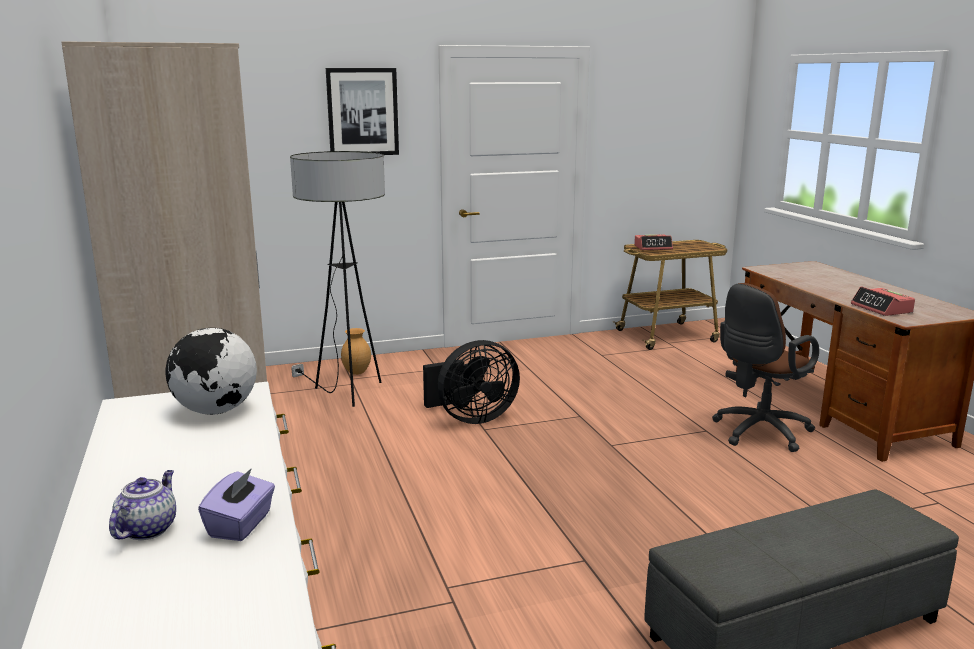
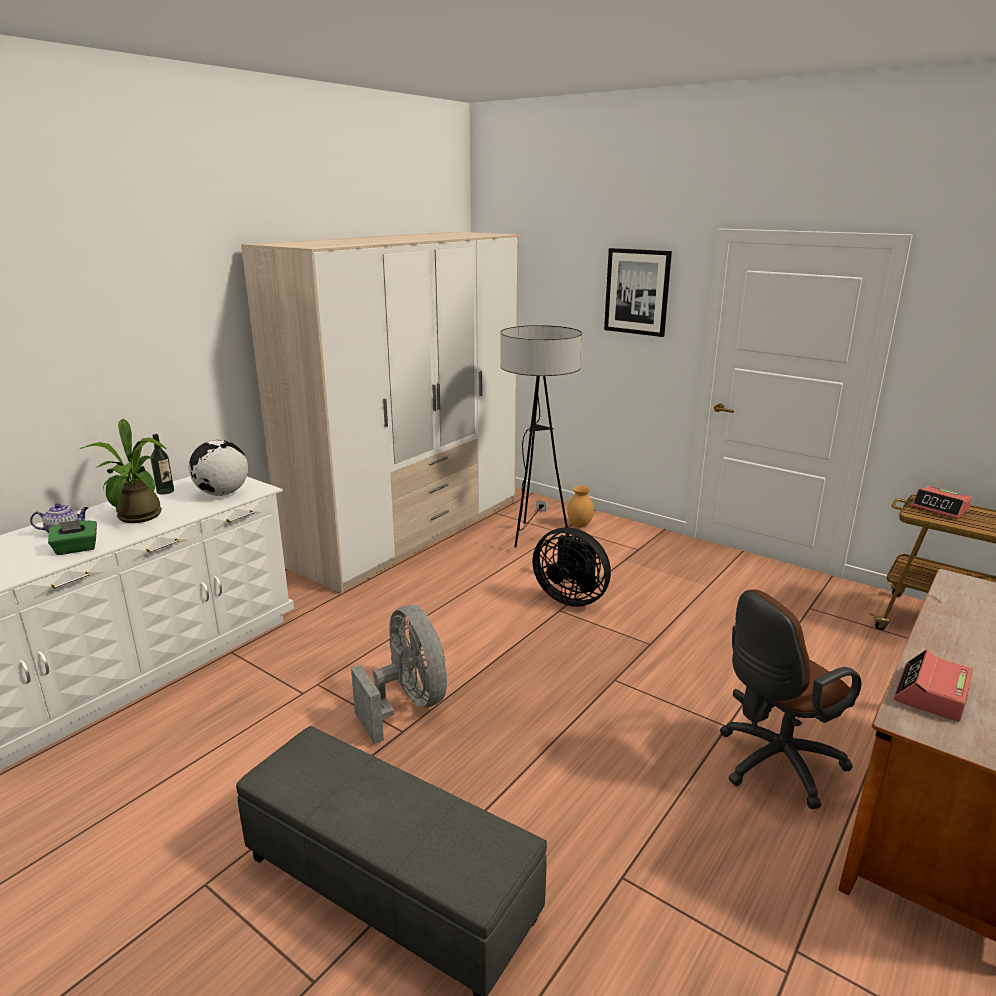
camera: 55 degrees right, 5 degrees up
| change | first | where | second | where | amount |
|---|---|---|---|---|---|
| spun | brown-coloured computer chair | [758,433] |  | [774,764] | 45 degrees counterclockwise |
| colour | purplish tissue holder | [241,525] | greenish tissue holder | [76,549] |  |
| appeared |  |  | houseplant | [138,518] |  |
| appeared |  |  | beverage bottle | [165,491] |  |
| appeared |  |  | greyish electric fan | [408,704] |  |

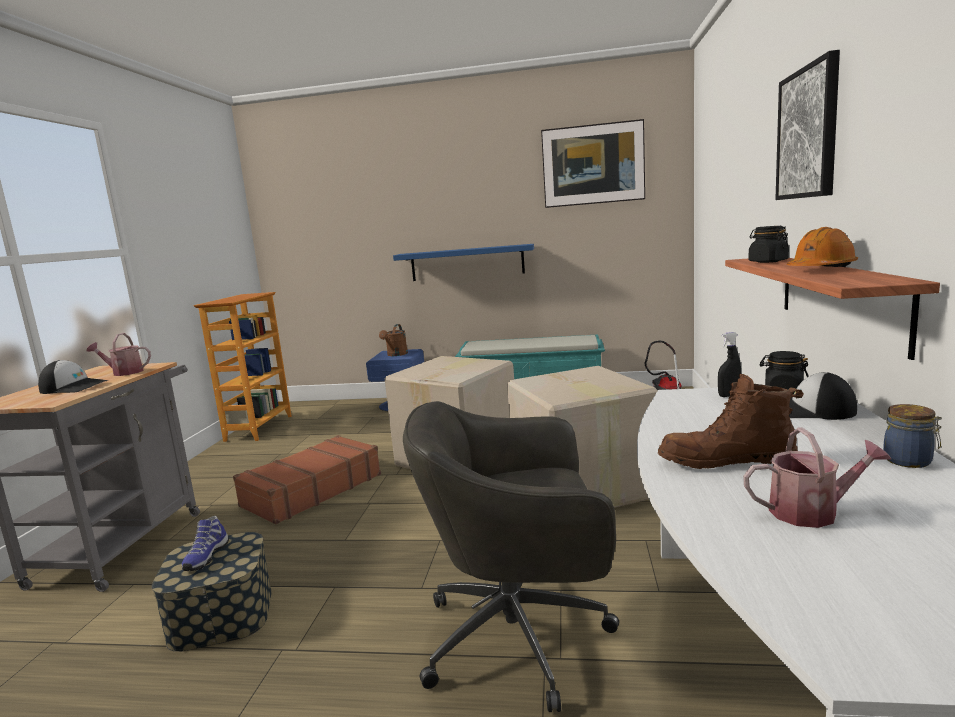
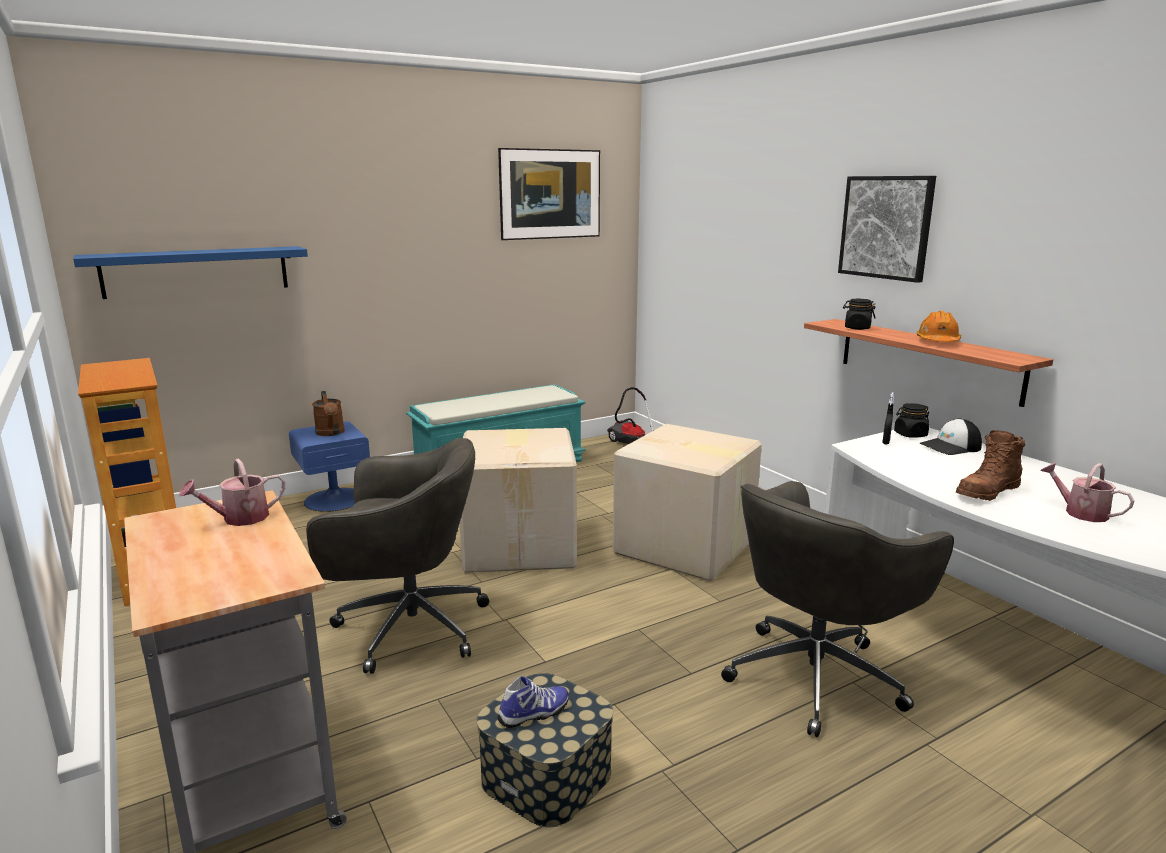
camera: 40 degrees left, 5 degrees up
| change | first | where | second | where | amount |
|---|---|---|---|---|---|
| relocated | blue wall shelf | [467,263] |  | [196,271] |  |
| missing | peaked cap | [74,387] |  |  |  |
| missing | jar | [909,461] |  |  |  |
| spun | watering can | [812,512] |  | [1080,512] | 90 degrees counterclockwise |
| exchanged | brown-coloured travel case | [311,490] | greyish computer chair | [407,627] |  |
| spun | shoe | [205,557] |  | [534,714] | 90 degrees counterclockwise |

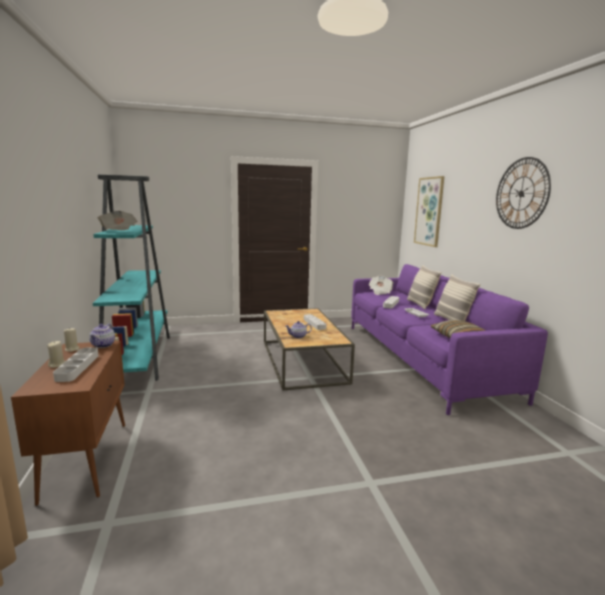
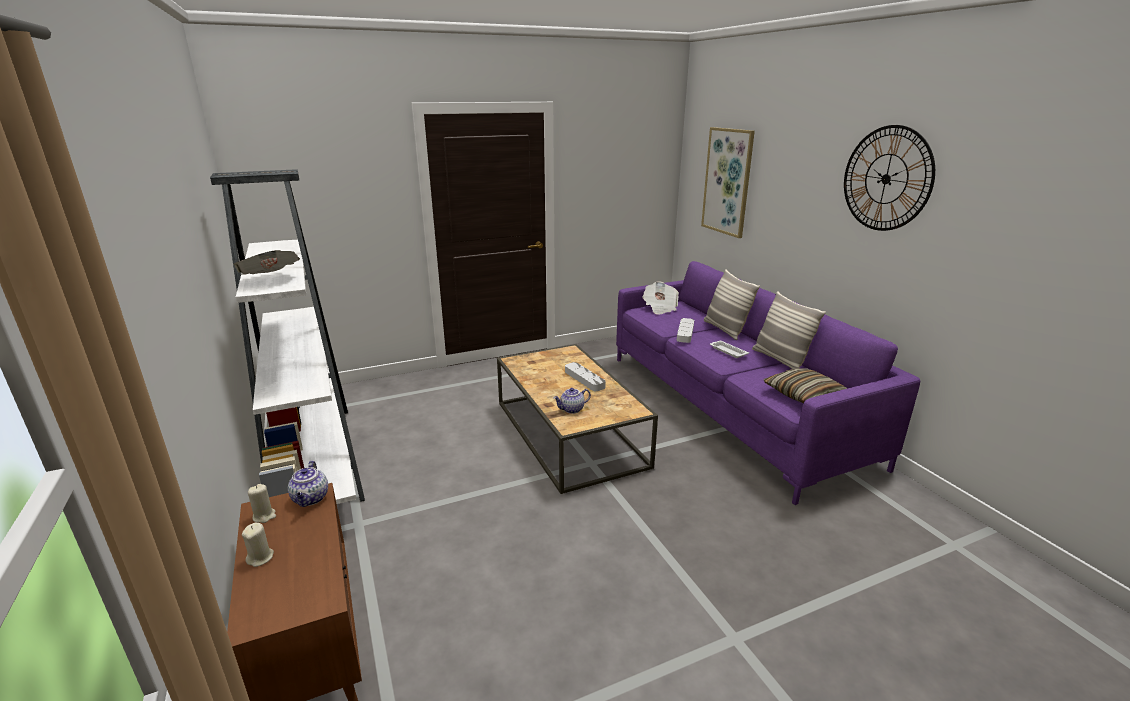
camera: 10 degrees left, 10 degrees up
| change | first | where | second | where | amount |
|---|---|---|---|---|---|
| colour | turquoise-coloured shelving unit | [138,357] | white-coloured shelving unit | [313,457] |  |
| missing | greyish tray | [78,367] |  |  |  |

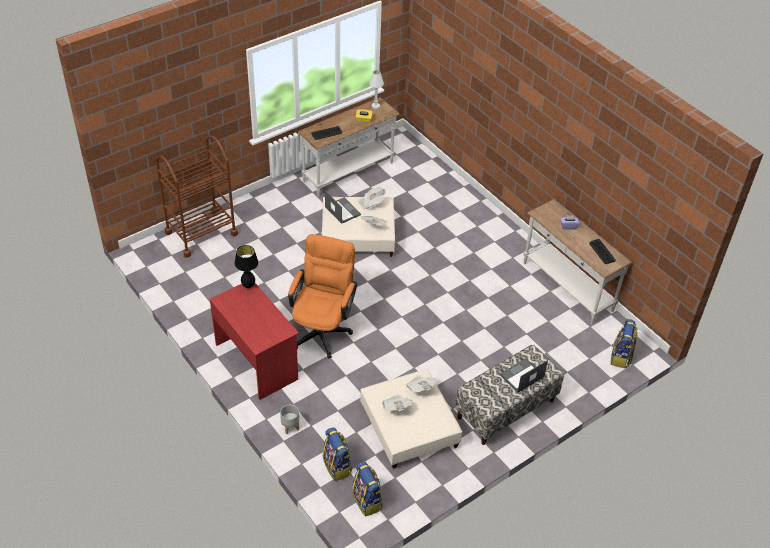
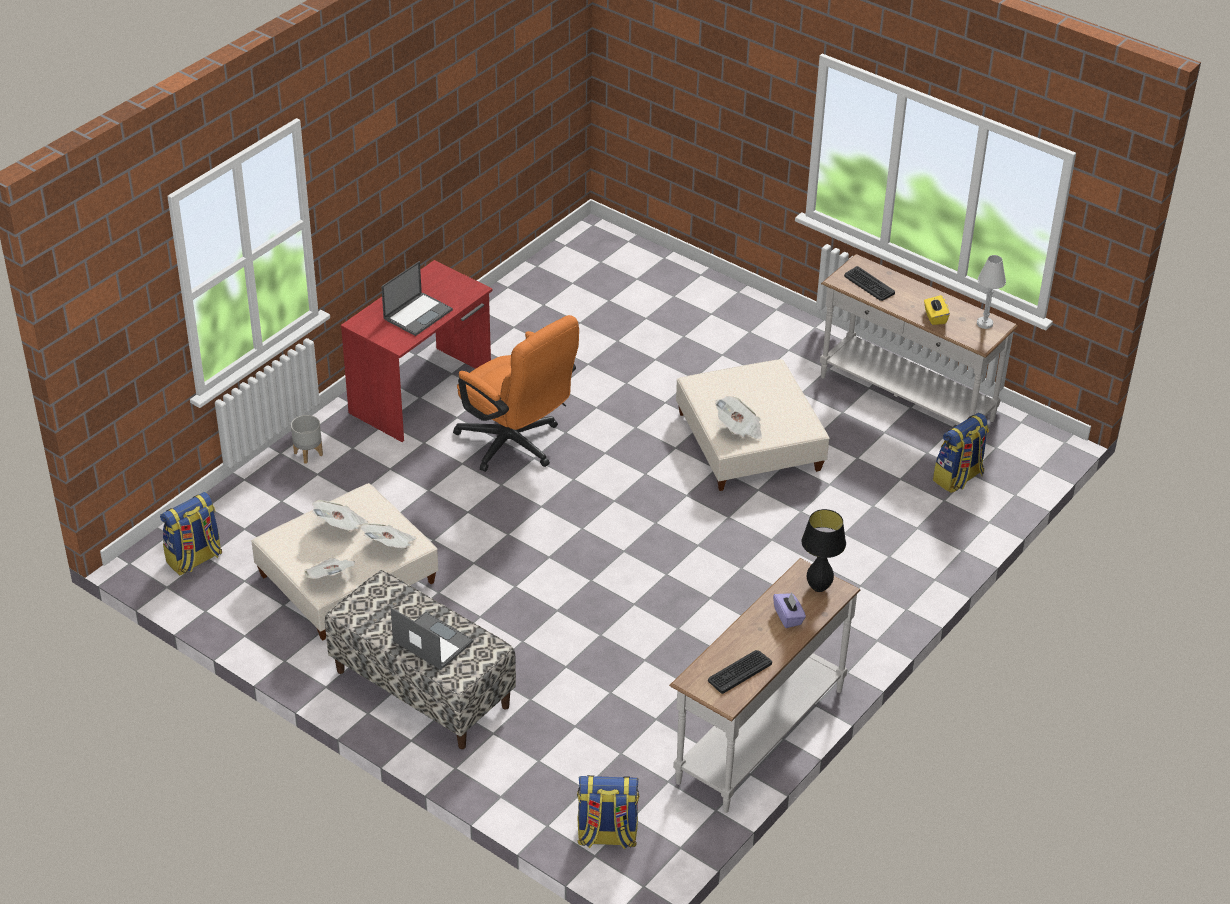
camera: 75 degrees right, 5 degrees down
| change | first | where | second | where | amount |
|---|---|---|---|---|---|
| missing | brown-coloured wheeled cart | [201,233] |  |  |  |
| relocated | printed paper | [371,203] |  | [330,578] |  |
| relocated | portable computer | [342,210] |  | [418,314] |  |
| spun | orange computer chair | [323,329] |  | [516,446] | 45 degrees clockwise |
| relocated | black-coloured lamp for a table | [248,286] |  | [819,587] |  |
| relocated | rucksack | [337,466] |  | [958,478] |  |

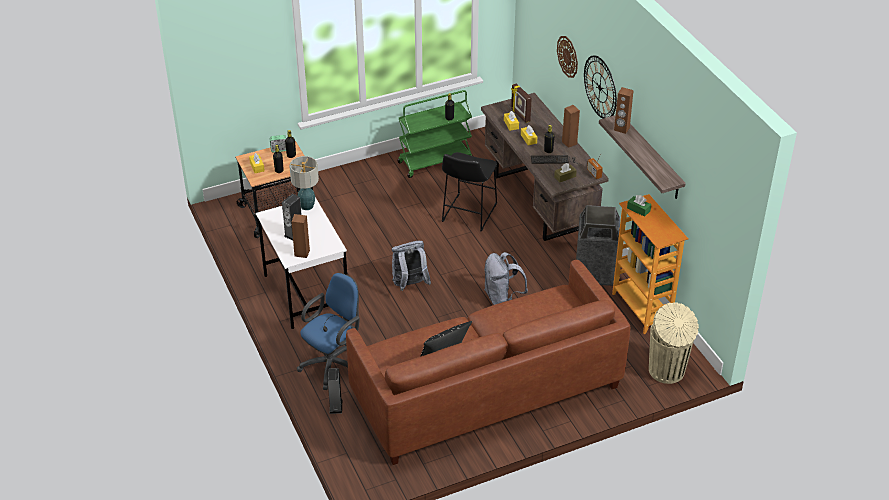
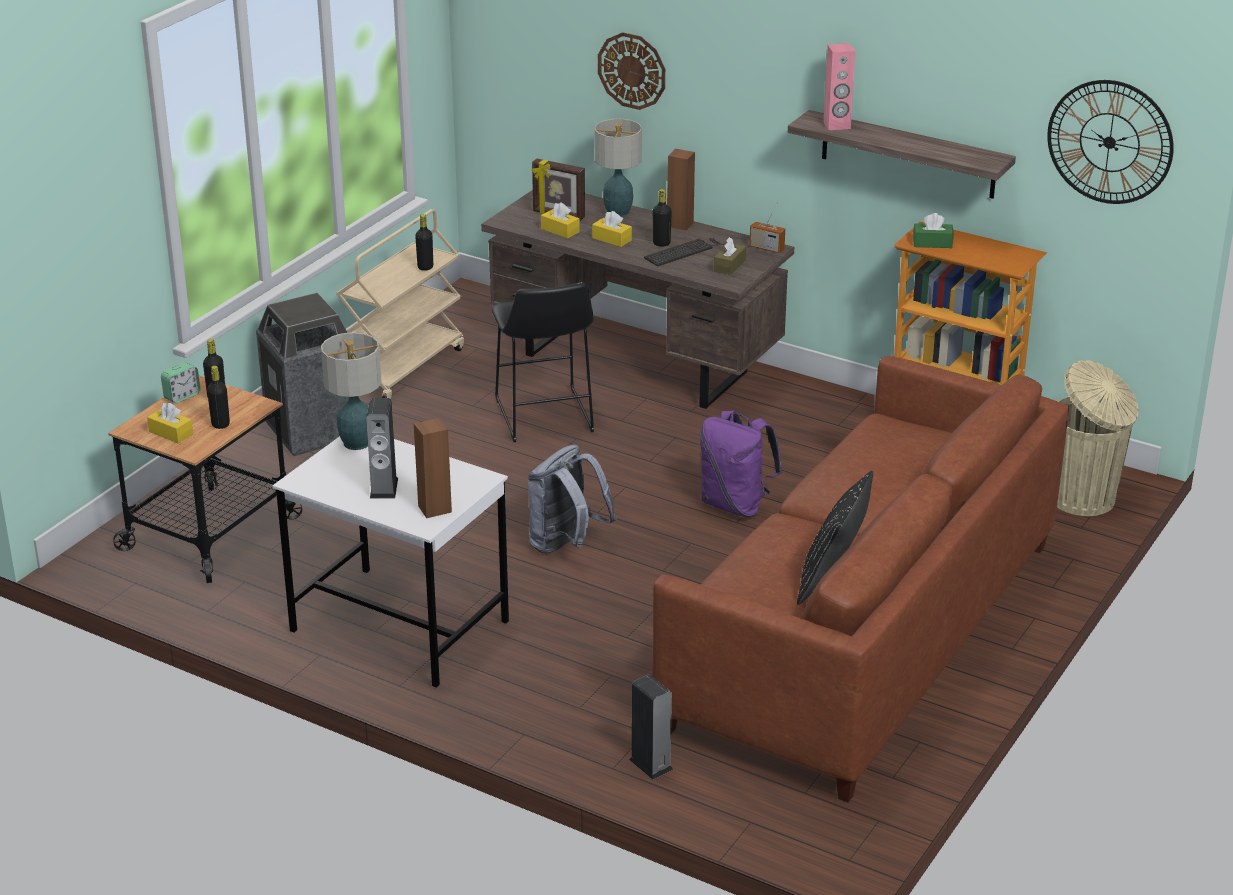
camera: 35 degrees left, 10 degrees down
| change | first | where | second | where | amount |
|---|---|---|---|---|---|
| relocated | clock on the wall | [600,87] |  | [1109,142] |  |
| colour | brown-coloured audio speaker | [621,129] | pink audio speaker | [837,125] |  |
| colour | greenish wheeled cart | [435,161] | beige-coloured wheeled cart | [403,368] |  |
| relocated | rubbish bin | [595,272] |  | [313,431] |  |
| colour | greyish rucksack | [502,298] | purplish rucksack | [736,505] |  |
| missing | blue computer chair | [333,364] |  |  |  |
| appeared |  |  | lamp for a table | [617,212] |  |

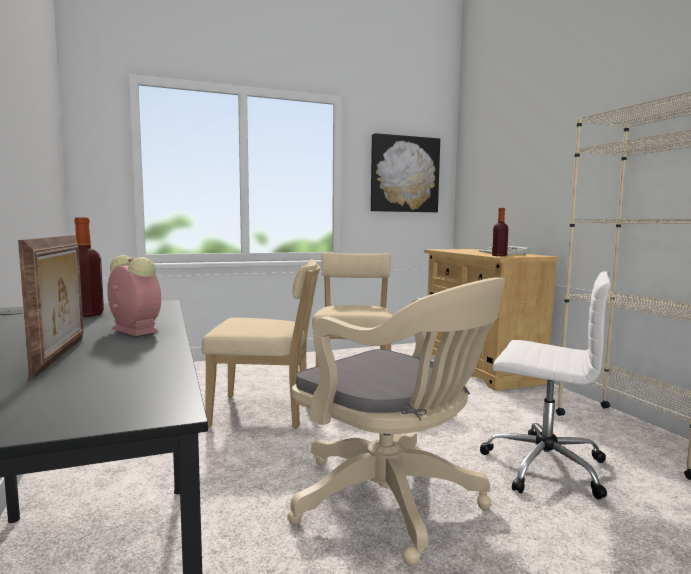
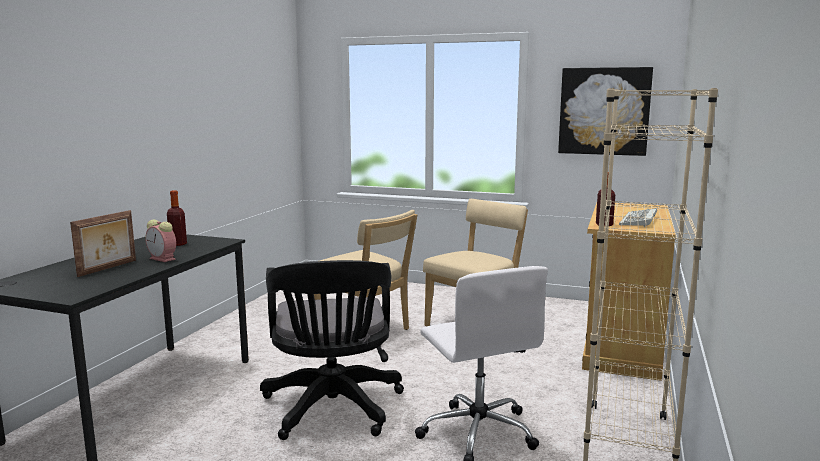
camera: 40 degrees right, 5 degrees up
| change | first | where | second | where | amount |
|---|---|---|---|---|---|
| spun | table clock | [133,330] |  | [163,259] | 135 degrees clockwise |
| colour | beige-coloured computer chair | [394,503] | black-coloured computer chair | [333,410] |  |

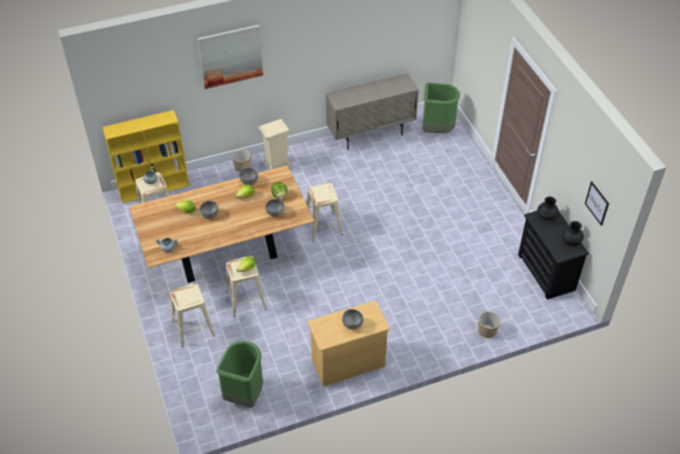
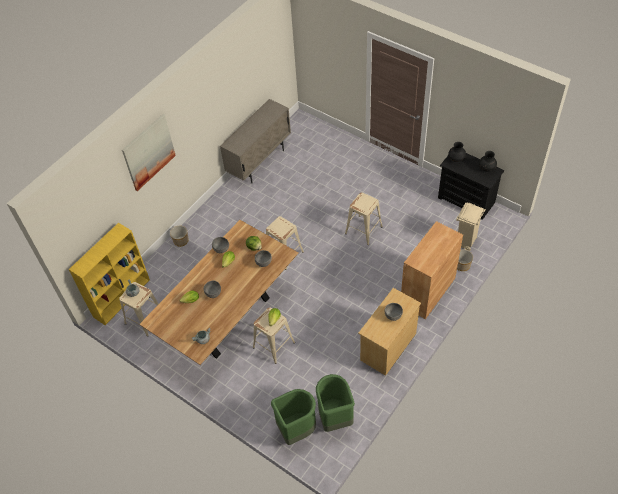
camera: 30 degrees left, 5 degrees up
| change | first | where | second | where | amount |
|---|---|---|---|---|---|
| relocated | greenish rubbish bin | [436,130] |  | [296,430] |  |
| relocated | beige-coloured rubbish bin | [276,164] |  | [465,243] |  |
| missing | wall picture | [597,203] |  |  |  |
| relocated | beige-coloured stool | [193,328] |  | [364,230] |  |
| appeared |  |  | brown-coloured storage cabinet | [427,291] |  |

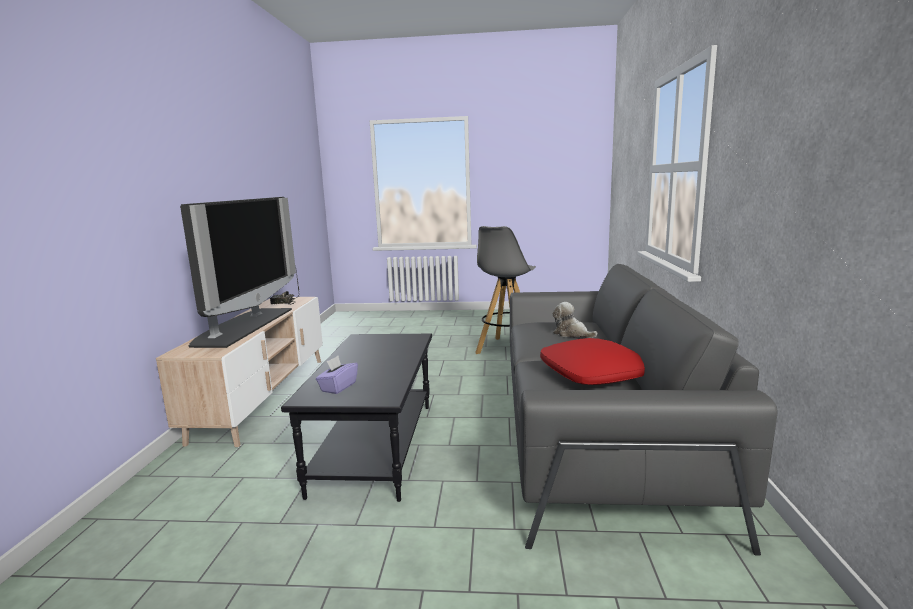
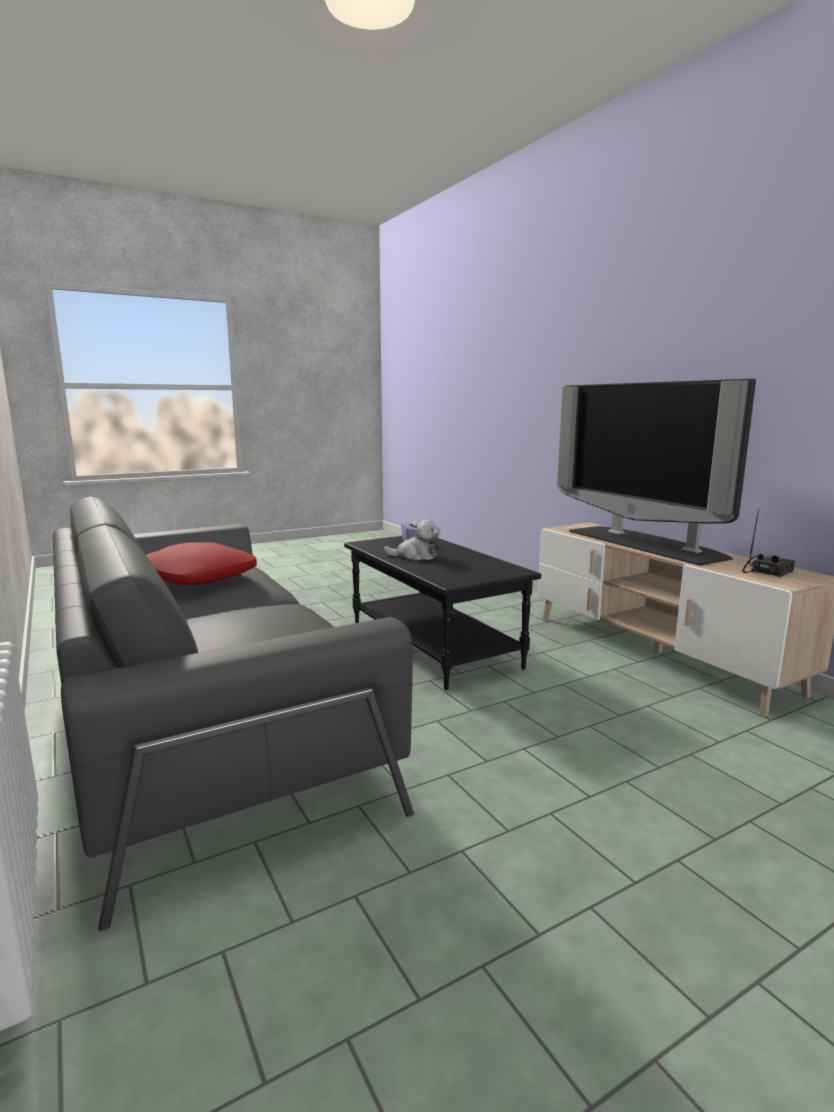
camera: 145 degrees right, 0 degrees up
| change | first | where | second | where | amount |
|---|---|---|---|---|---|
| missing | greyish stool | [506,348] |  |  |  |
| relocated | plush toy | [571,334] |  | [415,556] |  |

